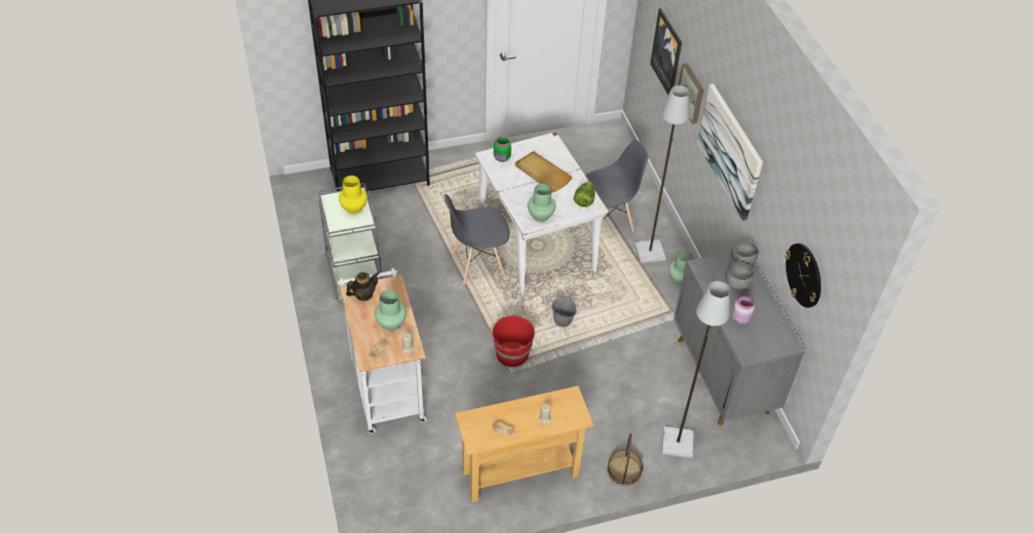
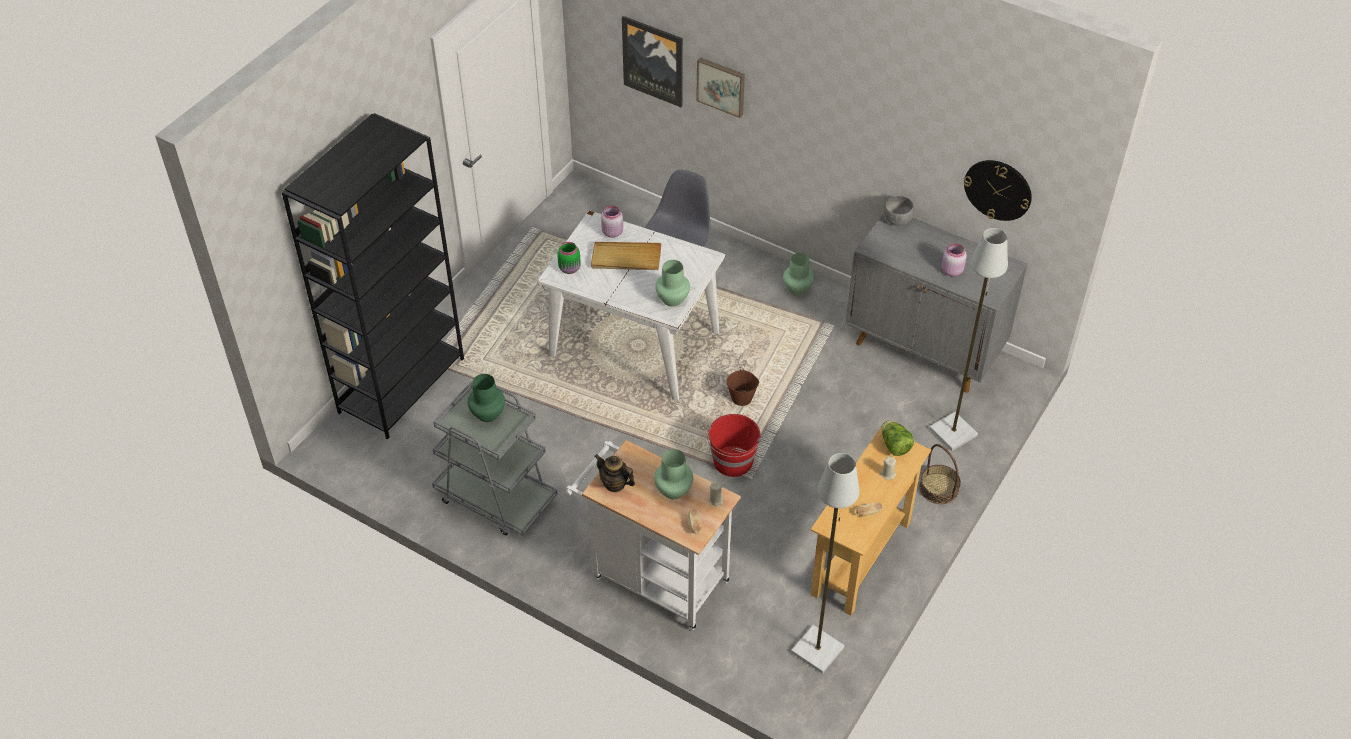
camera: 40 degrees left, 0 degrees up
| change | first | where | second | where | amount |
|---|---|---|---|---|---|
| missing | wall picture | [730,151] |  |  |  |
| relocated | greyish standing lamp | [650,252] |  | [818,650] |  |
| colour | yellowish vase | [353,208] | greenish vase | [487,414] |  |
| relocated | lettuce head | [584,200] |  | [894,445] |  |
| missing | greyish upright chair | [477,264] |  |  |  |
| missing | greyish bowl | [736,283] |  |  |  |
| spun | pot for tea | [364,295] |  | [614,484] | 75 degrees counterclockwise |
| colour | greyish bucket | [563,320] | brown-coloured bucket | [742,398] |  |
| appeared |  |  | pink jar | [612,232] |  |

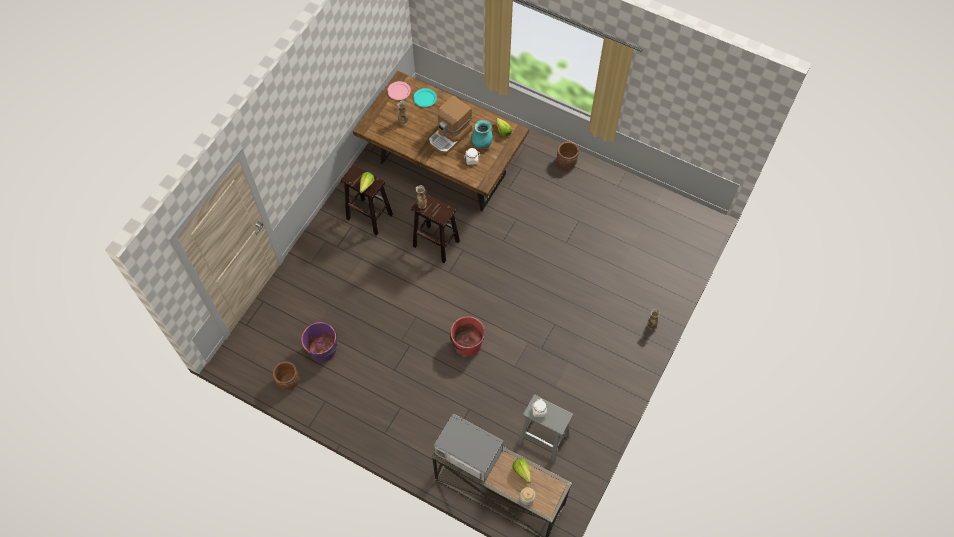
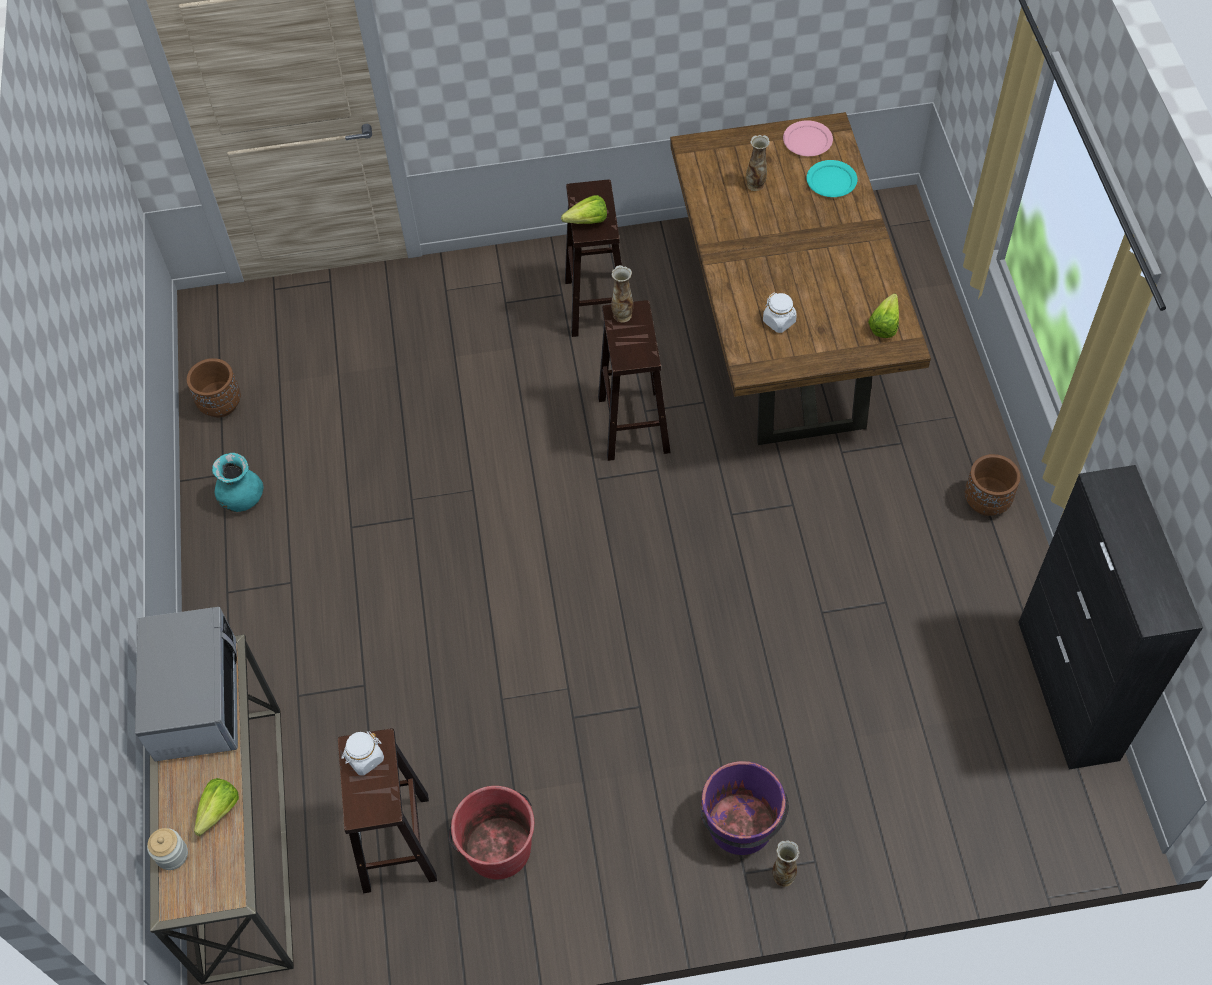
camera: 55 degrees right, 5 degrees down
| change | first | where | second | where | amount |
|---|---|---|---|---|---|
| missing | coffee machine | [450,136] |  |  |  |
| relocated | turquoise-coloured vase | [482,143] |  | [242,499] |  |
| relocated | reddish bucket | [467,343] |  | [497,847] |  |
| relocated | purplish bucket | [323,349] |  | [741,825] |  |
| colour | greyish stool | [544,439] | brown-coloured stool | [397,844] |  |
| appeared |  |  | black-coloured storage cabinet | [1067,691] |  |

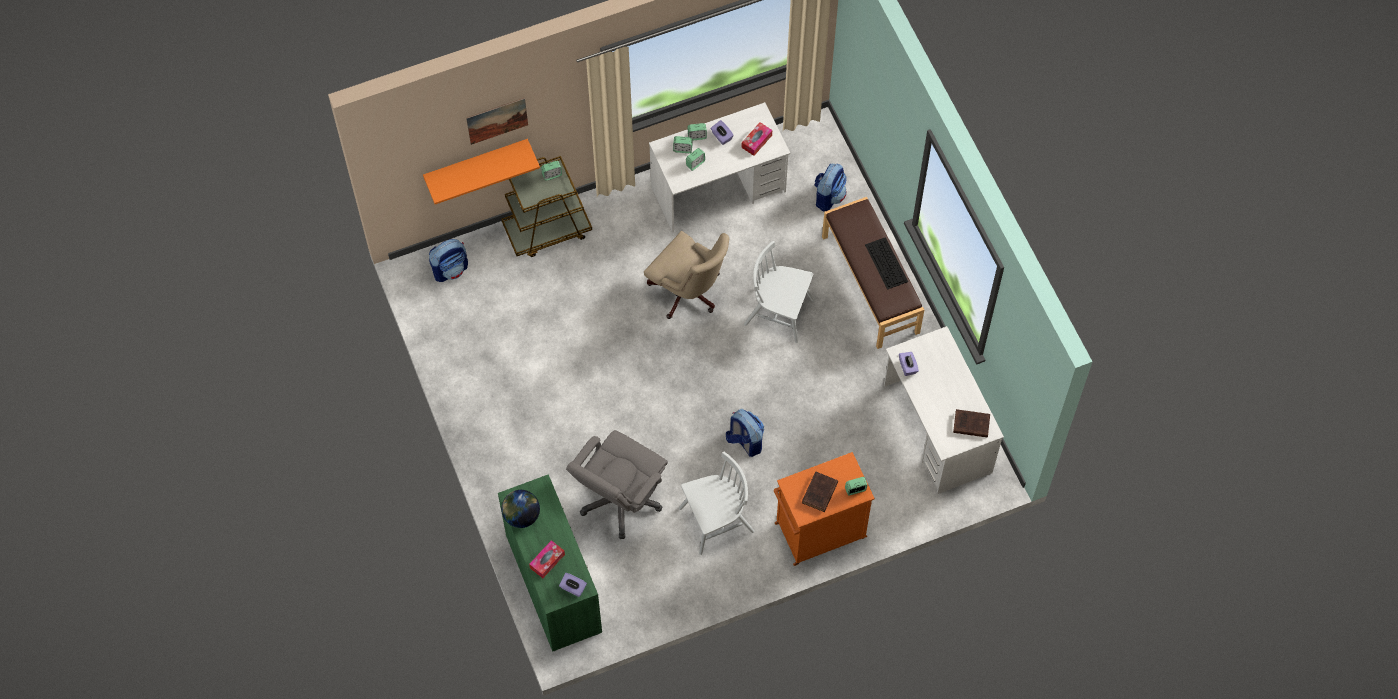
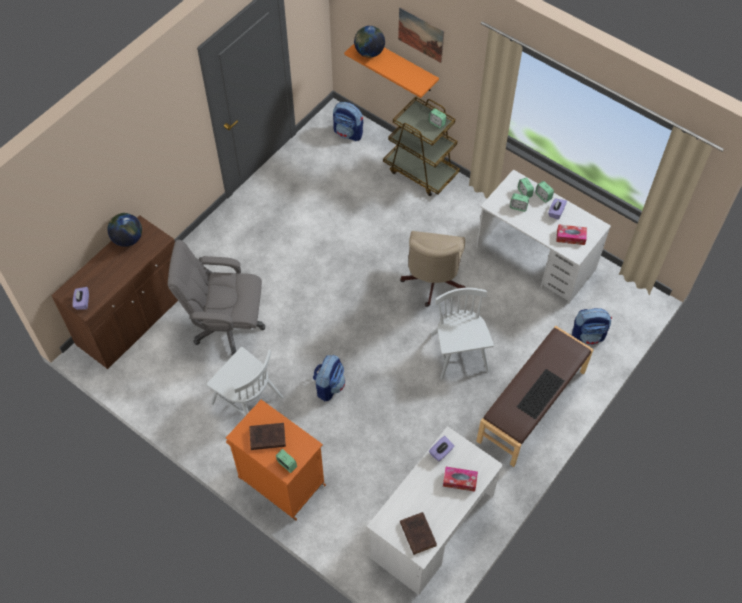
camera: 60 degrees right, 5 degrees down
| change | first | where | second | where | amount |
|---|---|---|---|---|---|
| colour | greenish storage cabinet | [554,583] | brown-coloured storage cabinet | [133,318] |  |
| relocated | tissue holder | [547,561] |  | [459,481] |  |
| appeared |  |  | world globe | [369,52] |  |

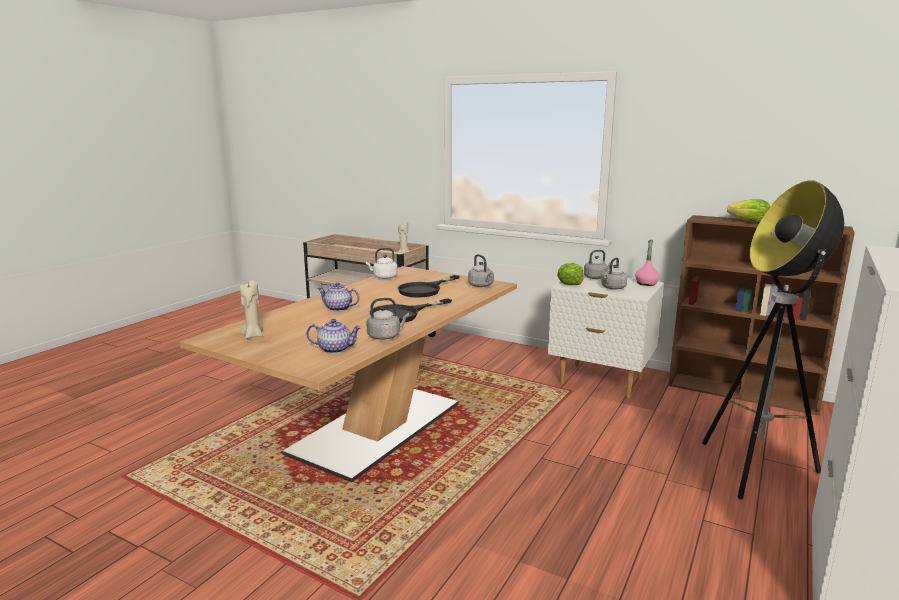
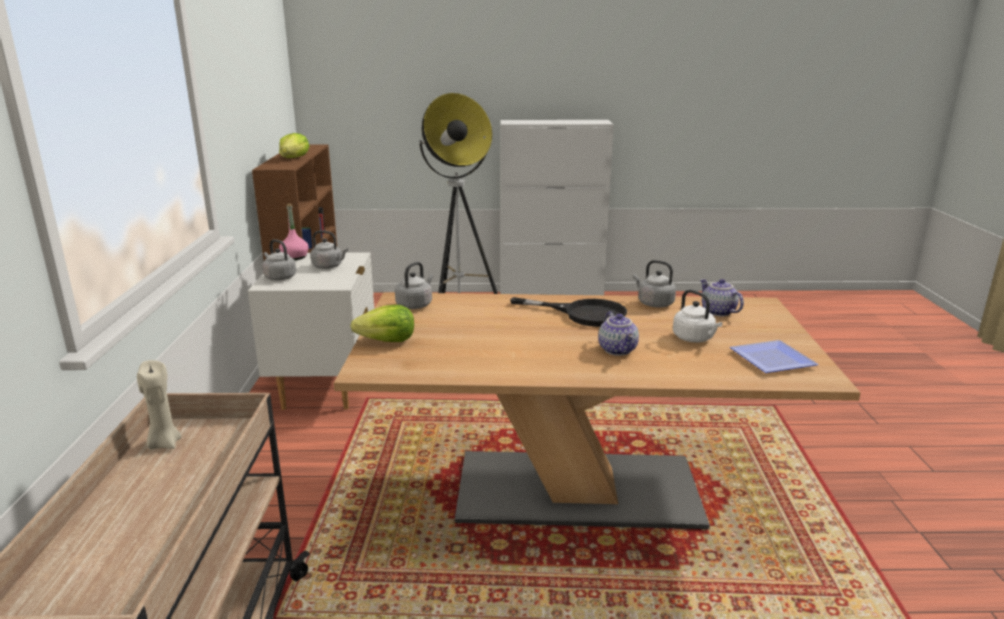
camera: 120 degrees left, 5 degrees up
| change | first | where | second | where | amount |
|---|---|---|---|---|---|
| relocated | white-coloured kettle | [384,277] |  | [694,339] |  |
| relocated | lettuce head | [570,283] |  | [387,341] |  |
| missing | black-coloured skillet | [424,290] |  |  |  |
| exchanged | beige-coloured candle | [253,336] | flat dish | [769,359] |  |

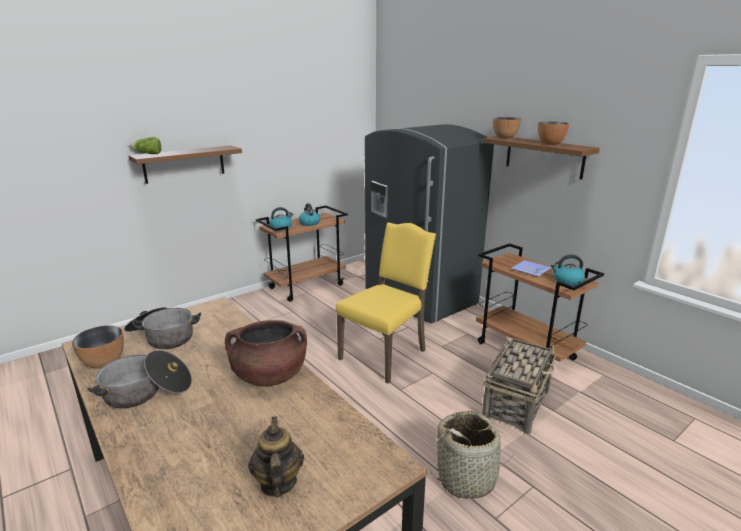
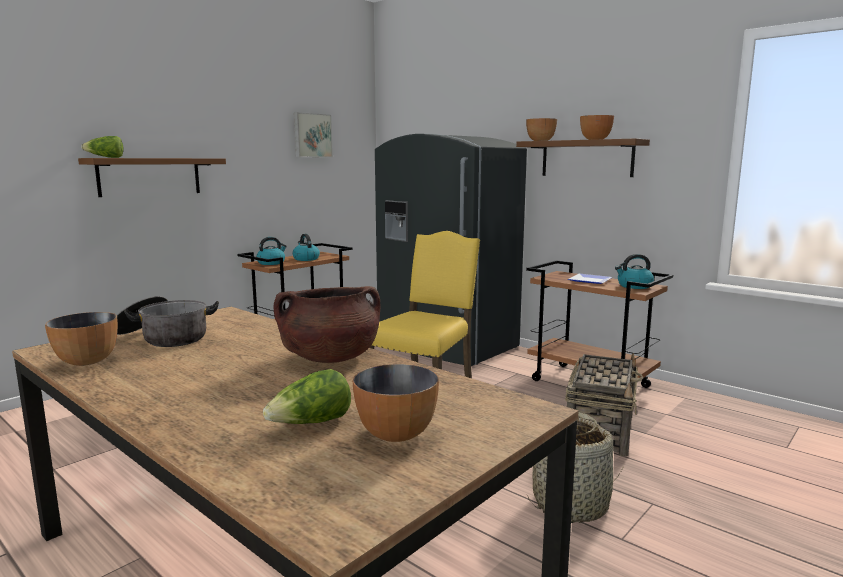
camera: 10 degrees left, 10 degrees down
| change | first | where | second | where | amount |
|---|---|---|---|---|---|
| missing | cooking pot | [147,392] |  |  |  |
| exchanged | pot for tea | [277,483] | bowl | [395,434] |  |
| appeared |  |  | wall picture | [312,135] |  |
| appeared |  |  | lettuce head | [311,423] |  |

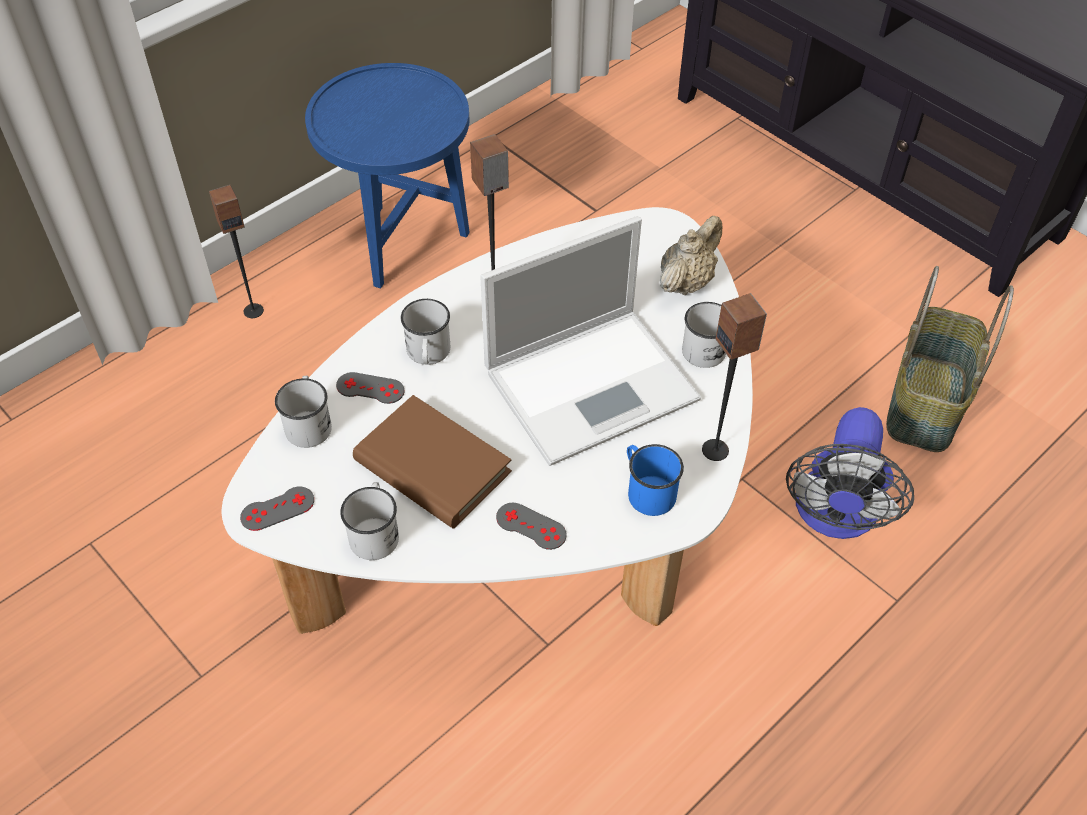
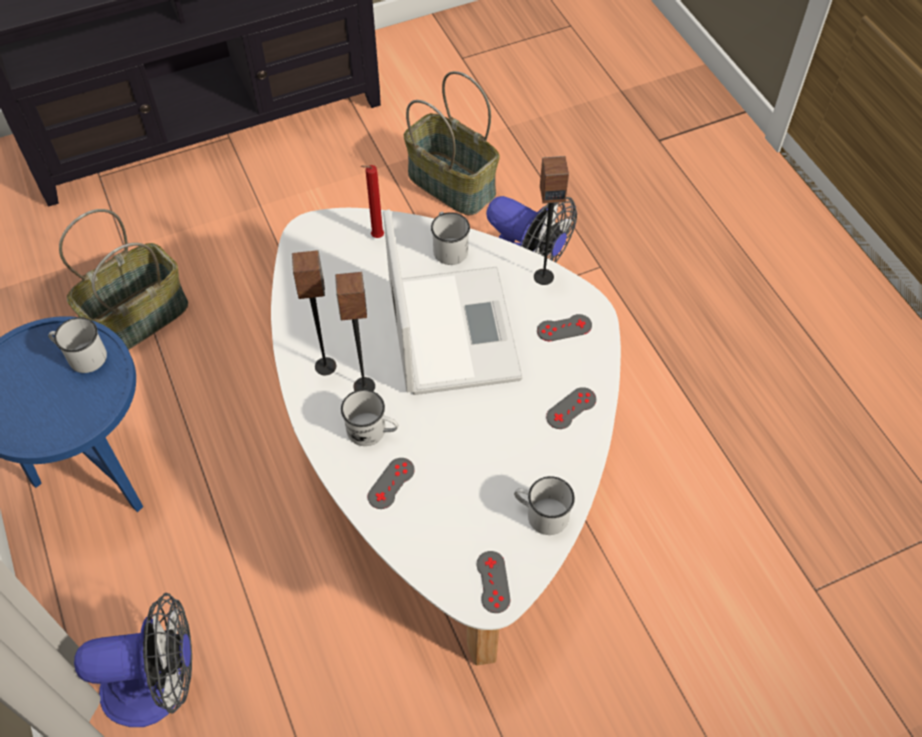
camera: 70 degrees left, 5 degrees up
| change | first | where | second | where | amount |
|---|---|---|---|---|---|
| relocated | audio speaker | [253,310] |  | [363,386] |  |
| exchanged | beige-coloured pot for tea | [686,281] | reddish candle | [376,237] |  |
| relocated | white-coloured mug | [309,423] |  | [82,356] |  |
| missing | brown-coloured volume | [432,467] |  |  |  |
| exchanged | blue mug | [647,490] | greyish game controller | [564,328] |  |
| appeared |  |  | basket | [138,317] |  |
| appeared |  |  | electric fan | [158,685] |  |

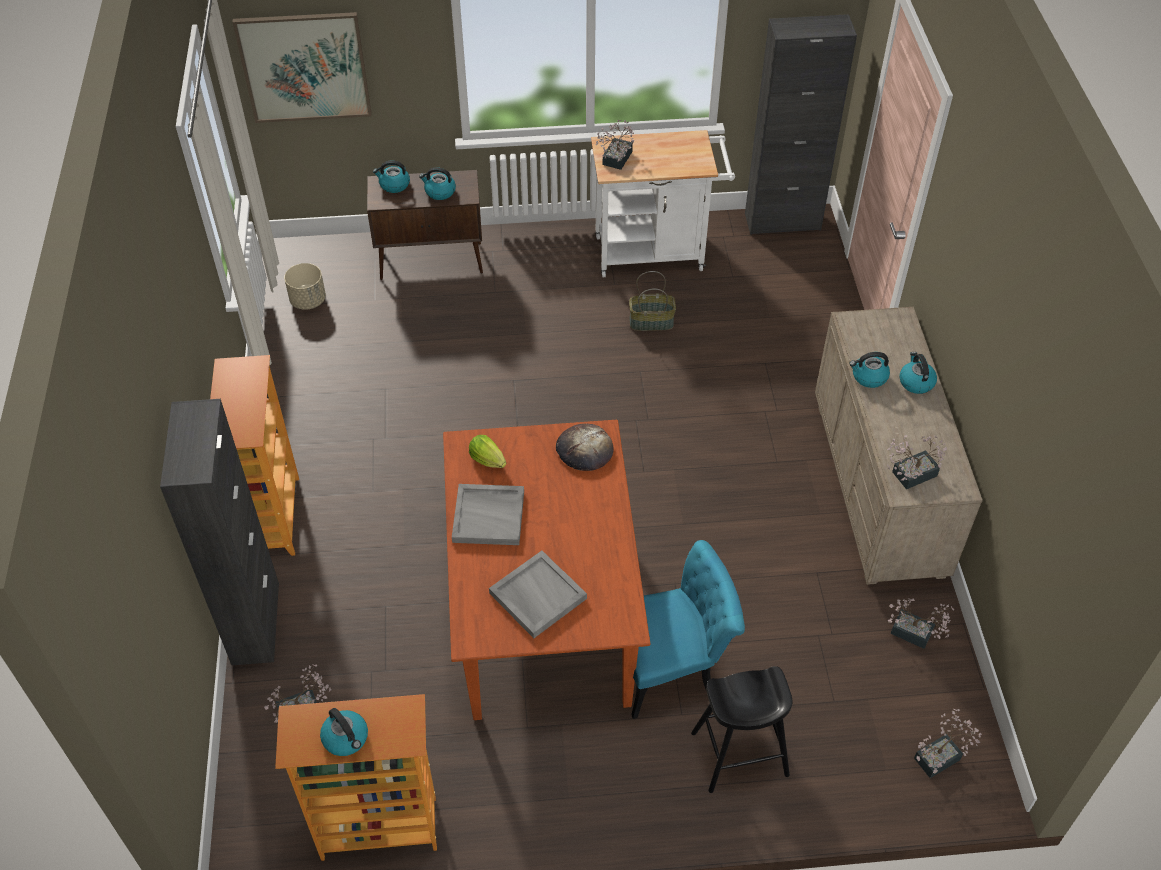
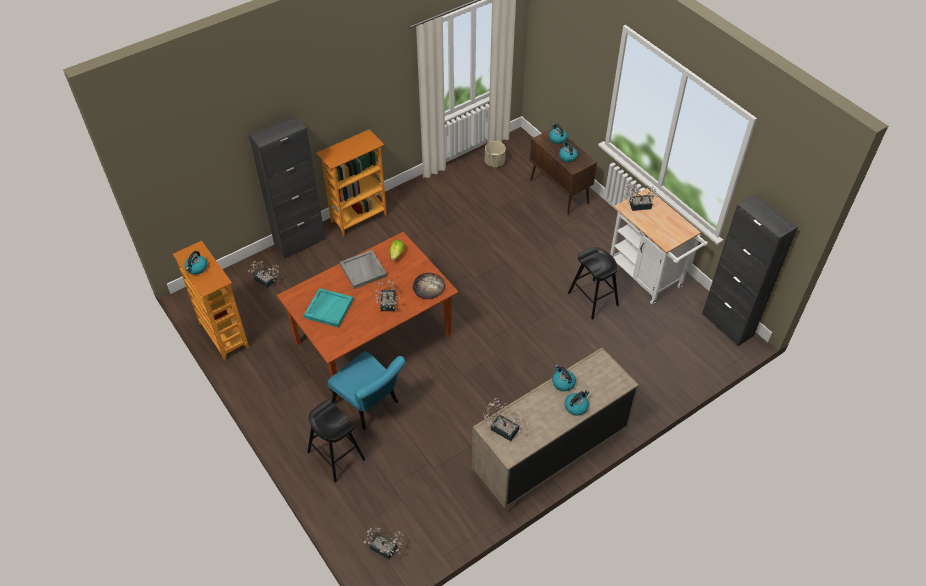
camera: 60 degrees right, 0 degrees up
| change | first | where | second | where | amount |
|---|---|---|---|---|---|
| missing | wall picture | [304,67] |  |  |  |
| exchanged | basket | [651,322] | black-coloured stool | [593,299] |  |
| colour | greyish tray | [537,596] | turquoise-coloured tray | [328,308] |  |
| relocated | houseplant | [916,635] |  | [387,305] |  |

